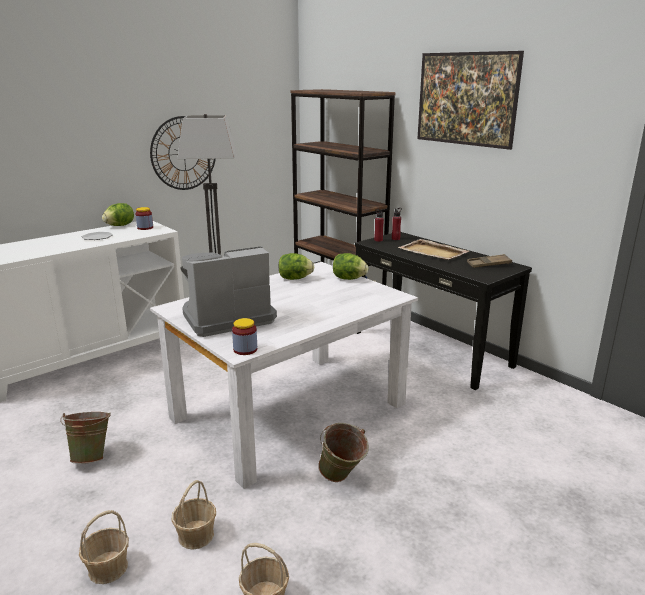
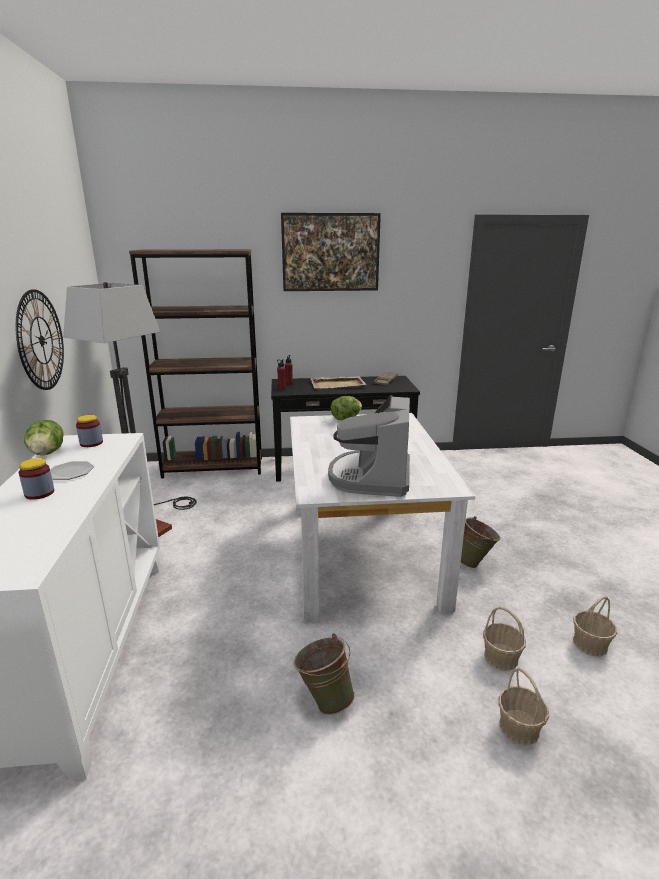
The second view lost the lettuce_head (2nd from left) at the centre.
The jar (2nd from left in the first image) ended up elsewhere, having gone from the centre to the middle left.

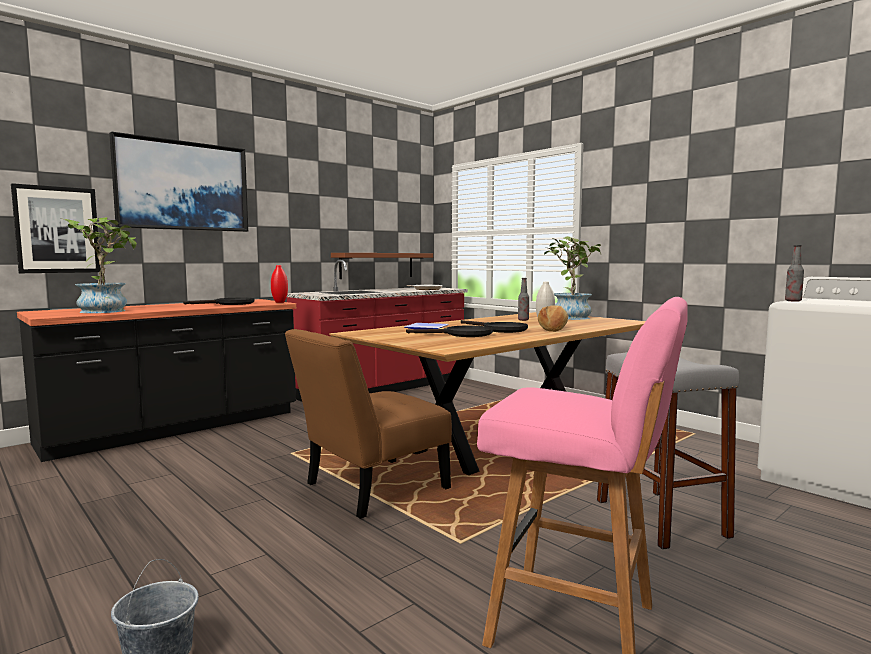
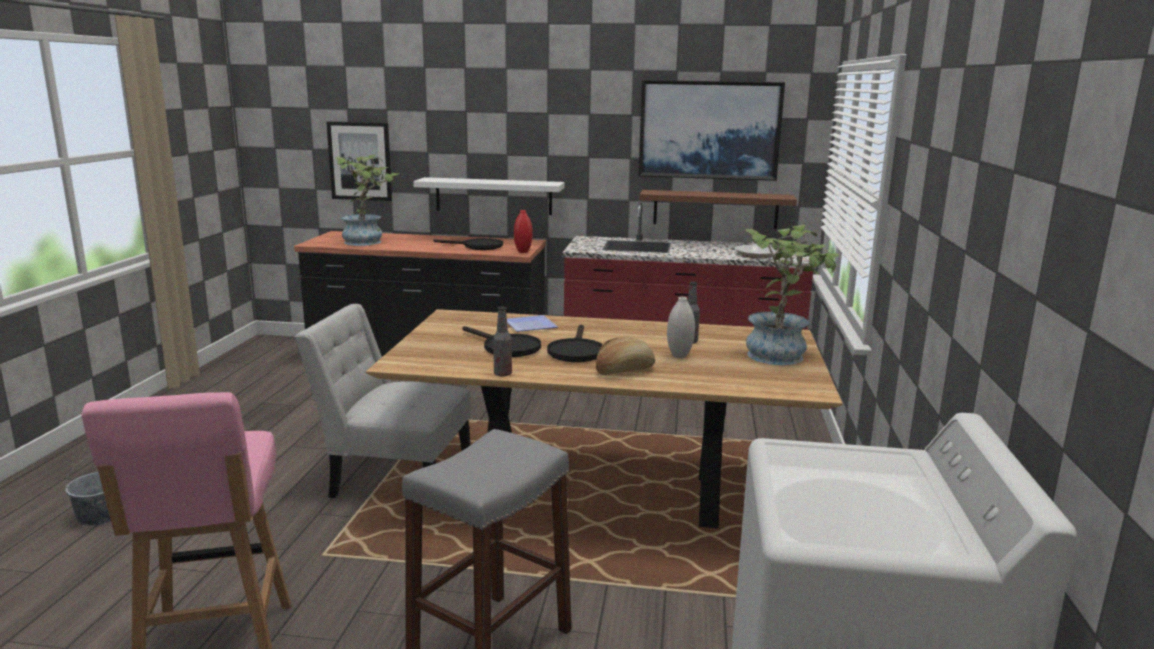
The wall_art (2nd from left) ended up elsewhere, having gone from the top left to the top centre.
The beverage_bottle (2nd from left in the first image) ended up elsewhere, having gone from the middle right to the centre.
What was the brown_plain_chair at the centre turned into the whitish_plain_chair at the middle left.
The second view gained the whitish_wall_shelf at the top centre.

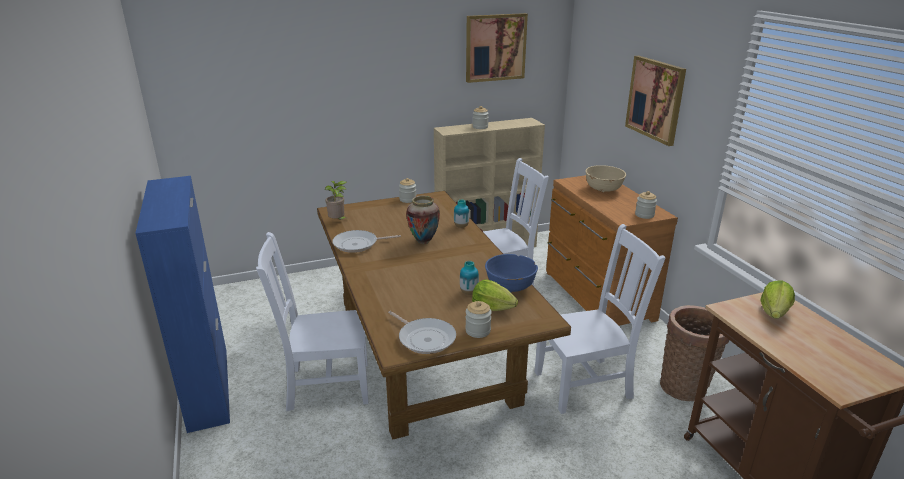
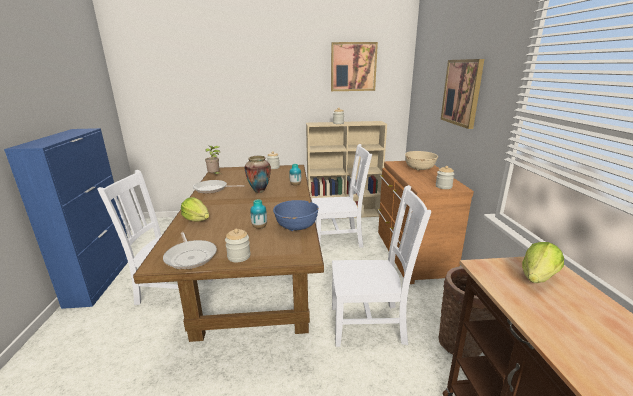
The lettuce_head (1st from left) ended up elsewhere, having gone from the centre to the middle left.

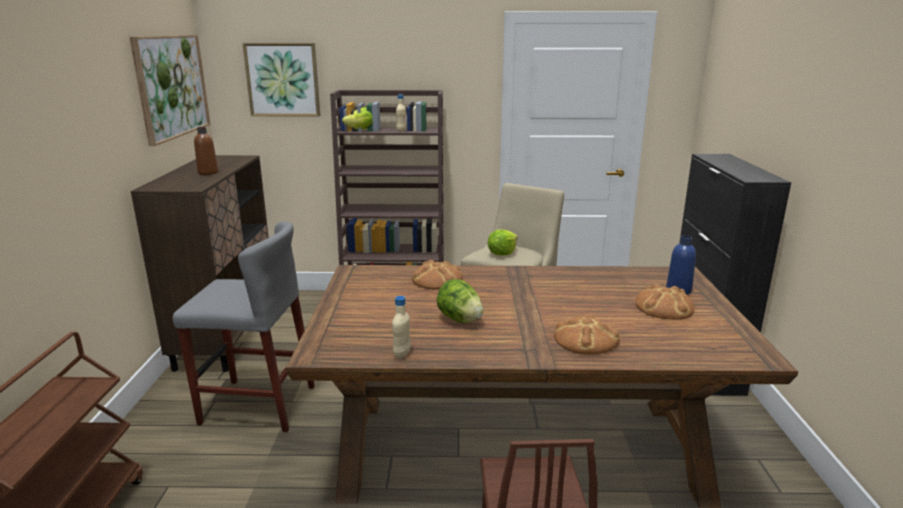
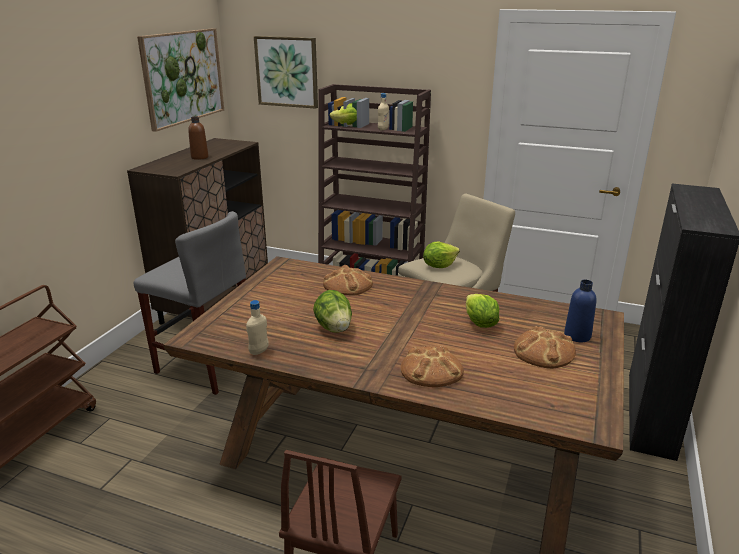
The second view gained the lettuce_head (4th from left) at the centre.

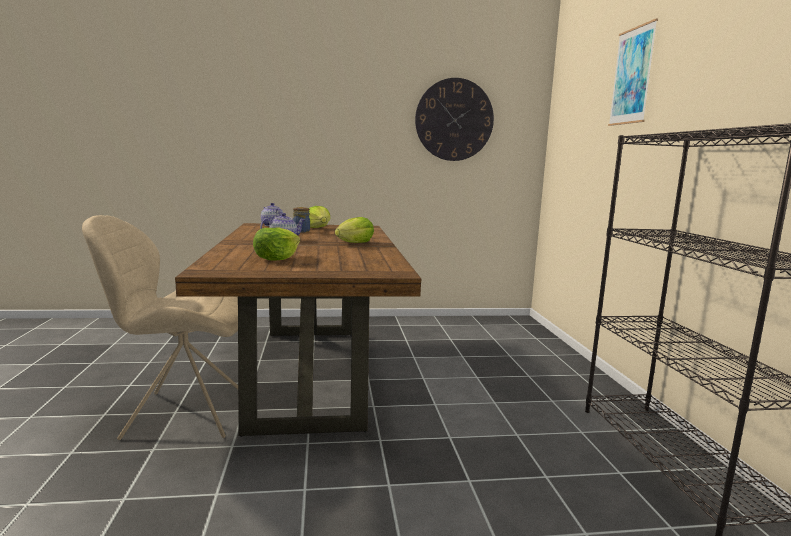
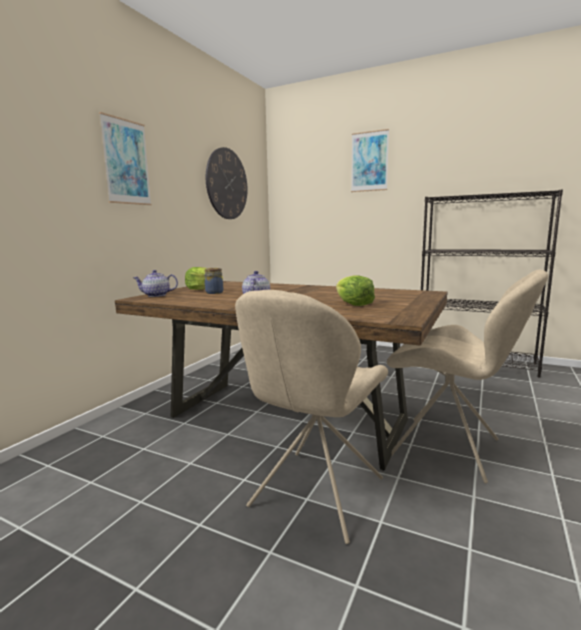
The second view lost the lettuce_head (3rd from left) at the centre.
The second view gained the wall_art (1st from left) at the top left.
The second view gained the beige_plain_chair (2nd from left) at the middle right.

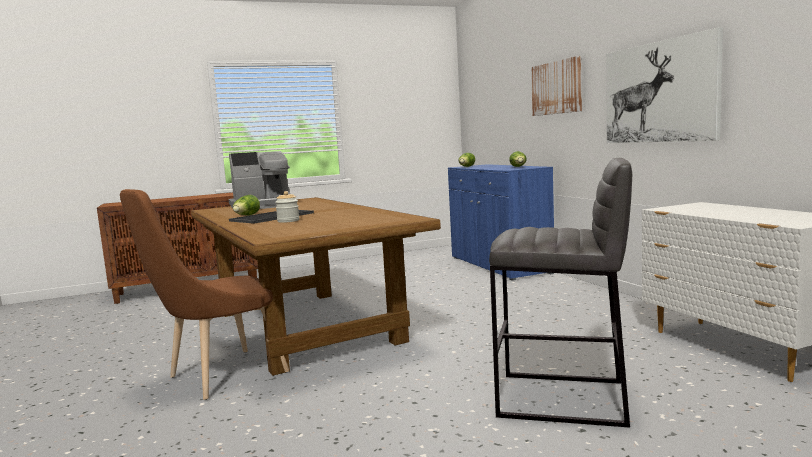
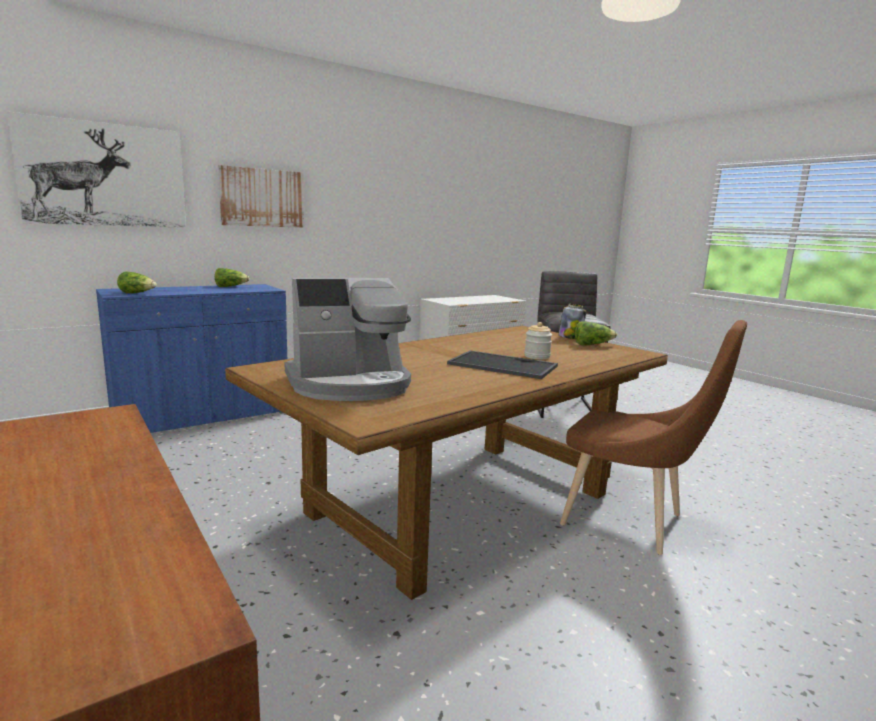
The wall_art (2nd from left in the first image) ended up elsewhere, having gone from the top right to the top left.
The coffee_maker at the middle left ended up facing another way, 105 degrees clockwise from before.
The lettuce_head (1st from left in the first image) ended up elsewhere, having gone from the middle left to the middle right.
The second view gained the jar (2nd from left) at the centre.

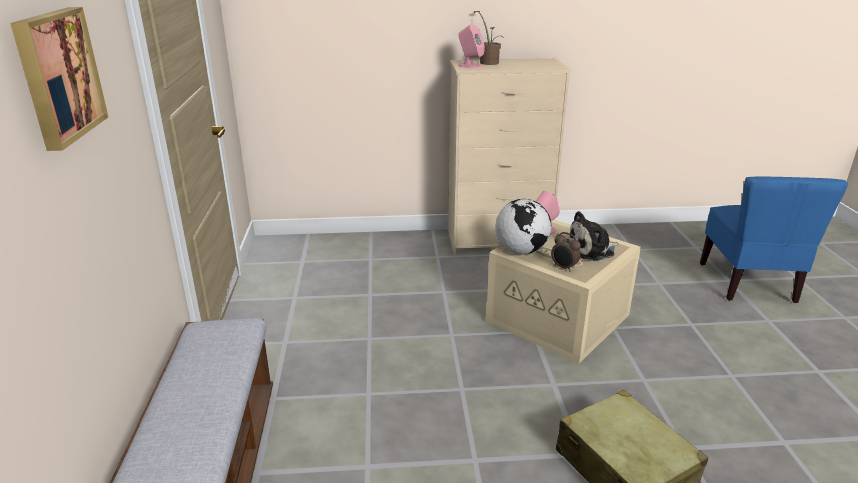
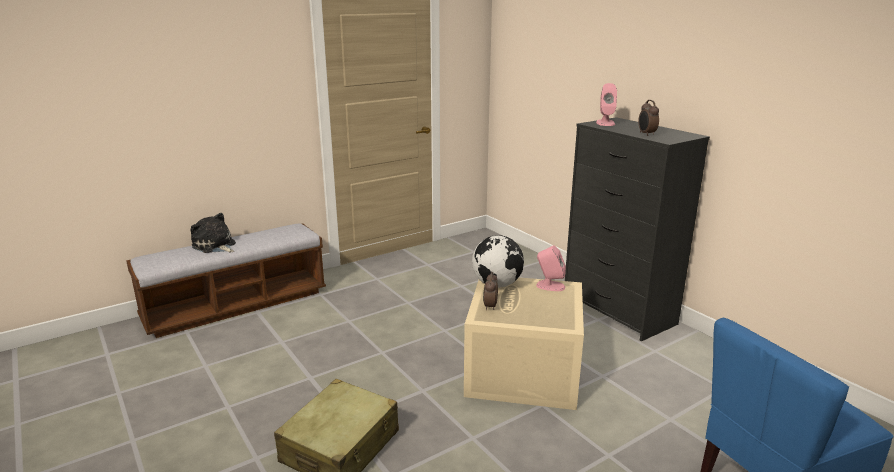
The second view lost the wall_art at the top left.
The second view lost the plant_in_a_pot at the top centre.
What was the beige_drawer_chest at the top centre turned into the blackish_drawer_chest at the middle right.
The cuddly_toy ended up elsewhere, having gone from the middle right to the middle left.
The second view gained the table_clock (2nd from left) at the top right.

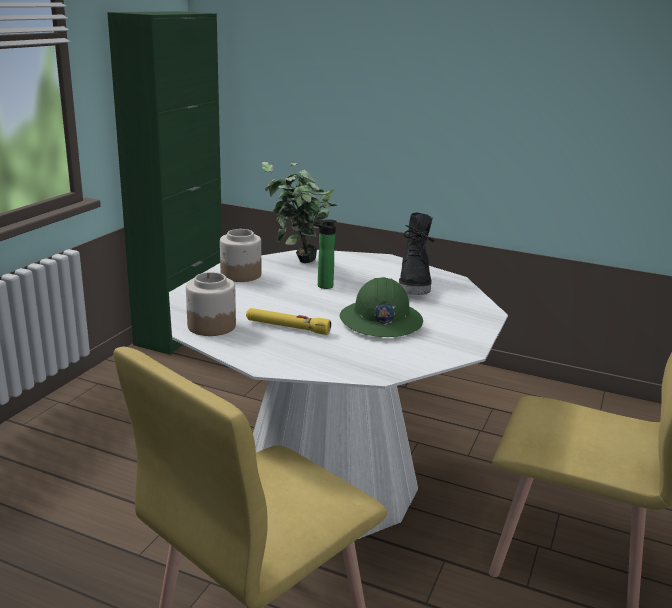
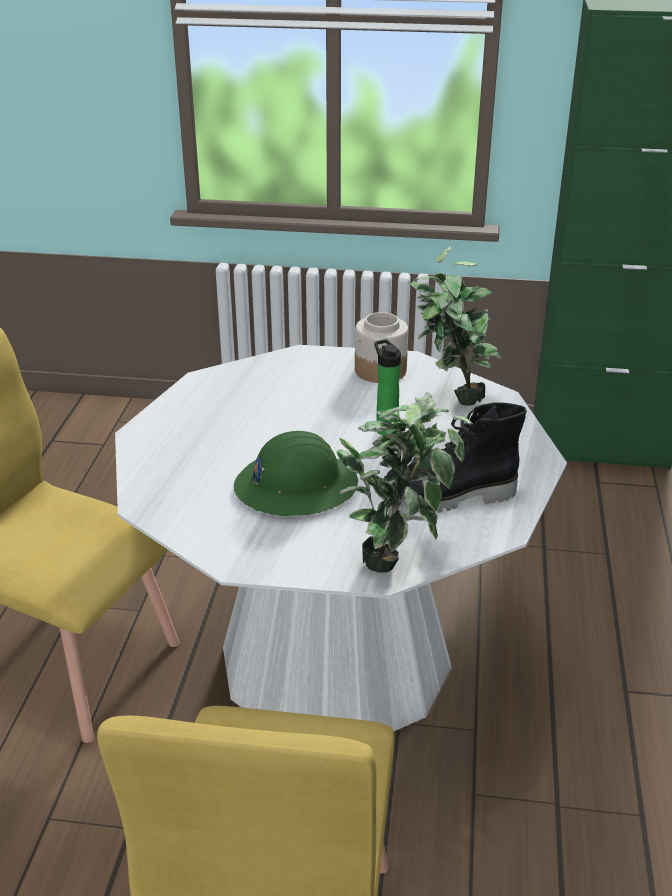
The second view lost the jar (1st from left) at the middle left.
The second view lost the yellow-coloured_torch at the centre.
The second view gained the plant_in_a_pot (1st from left) at the centre.

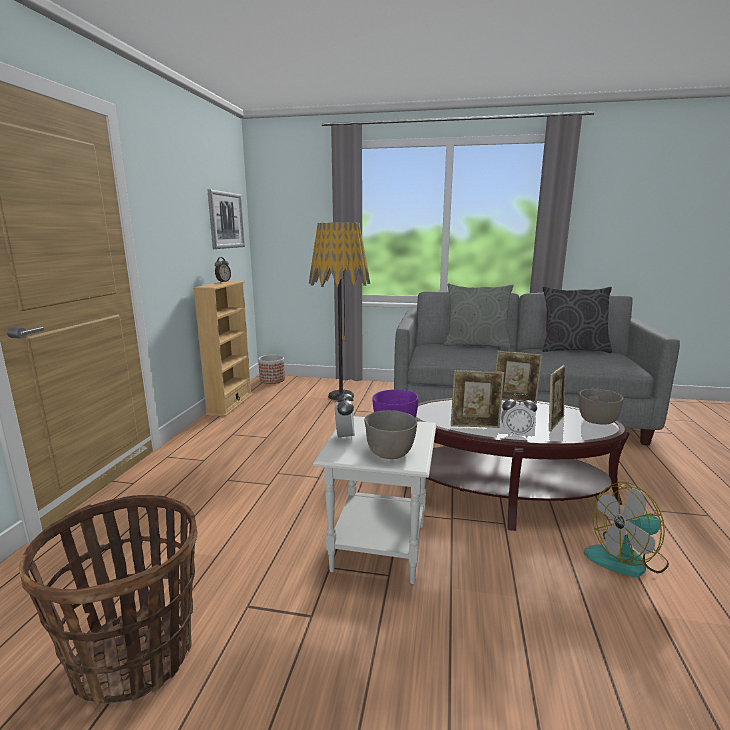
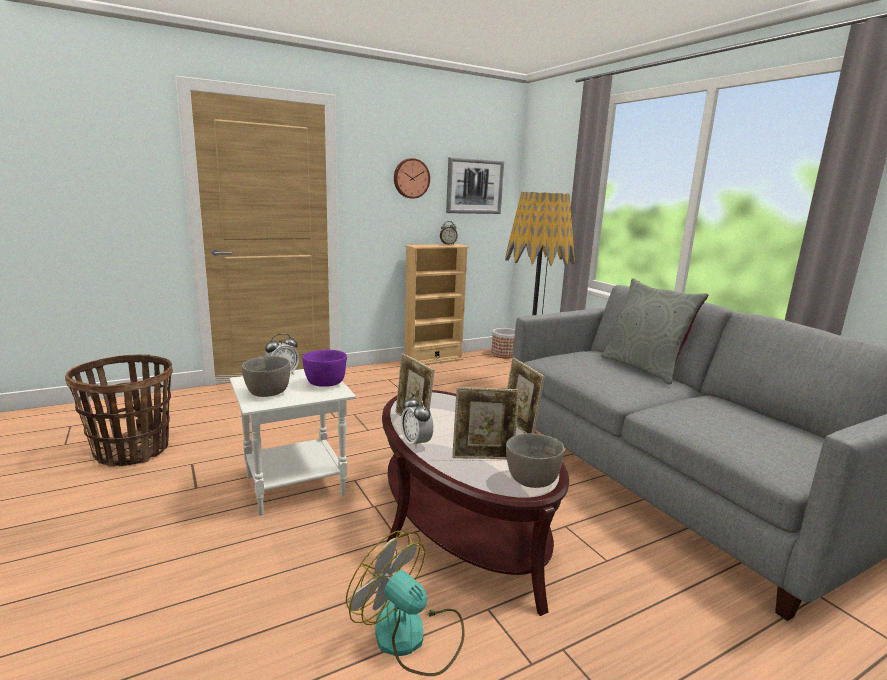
The second view lost the grey_throw_pillow (2nd from left) at the middle right.
The second view gained the hanging_clock at the top centre.

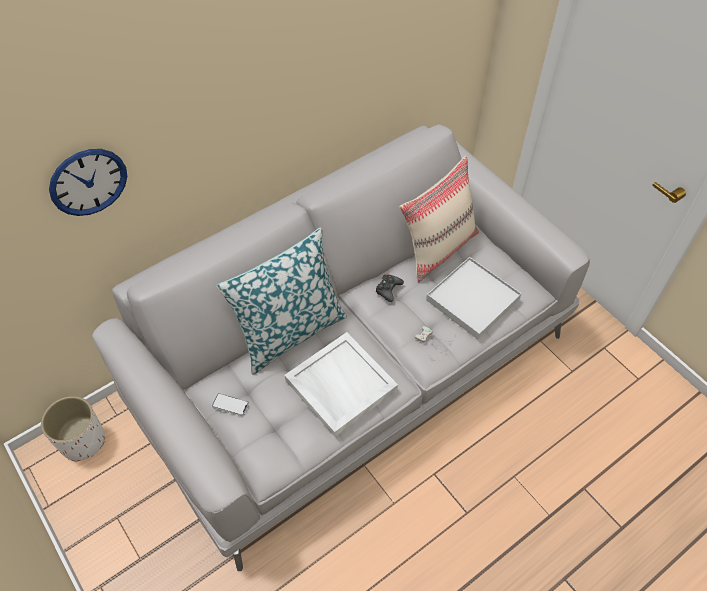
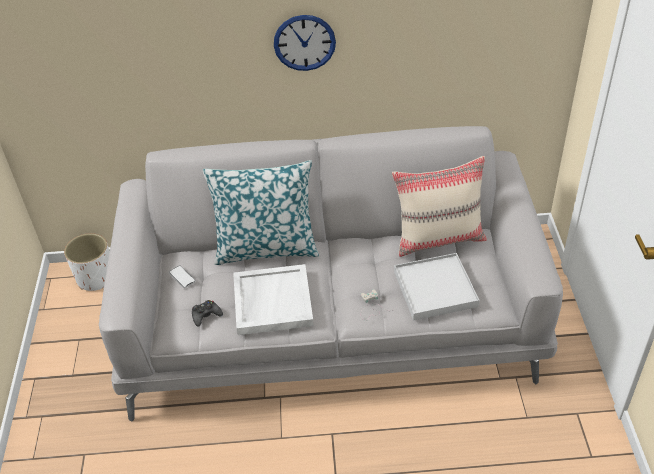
The hanging_clock ended up elsewhere, having gone from the top left to the top centre.
The blackish_joypad ended up elsewhere, having gone from the centre to the middle left.

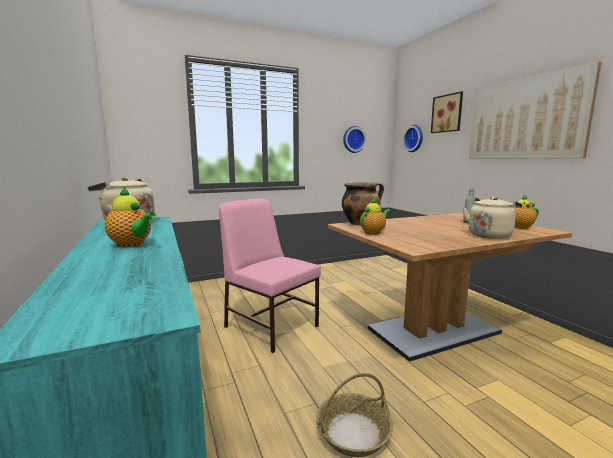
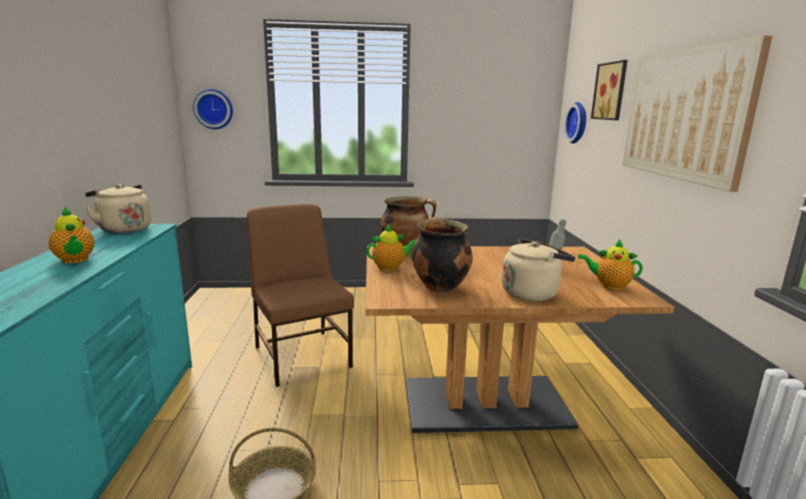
The hanging_clock (1st from left) ended up elsewhere, having gone from the top centre to the top left.
What was the pinkish_plain_chair at the centre turned into the brown_plain_chair at the centre.
The second view gained the cooking_pot (2nd from left) at the centre.

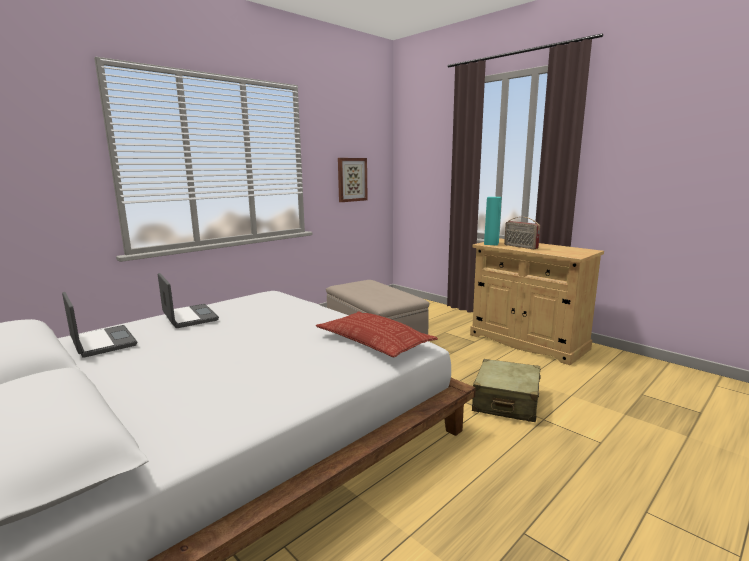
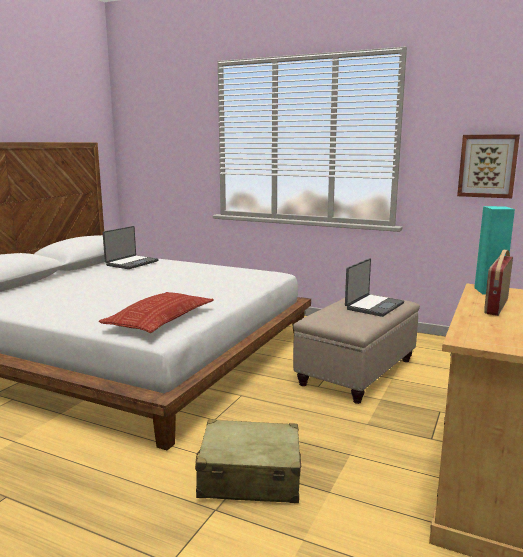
The notebook_computer (2nd from left) ended up elsewhere, having gone from the middle left to the middle right.

